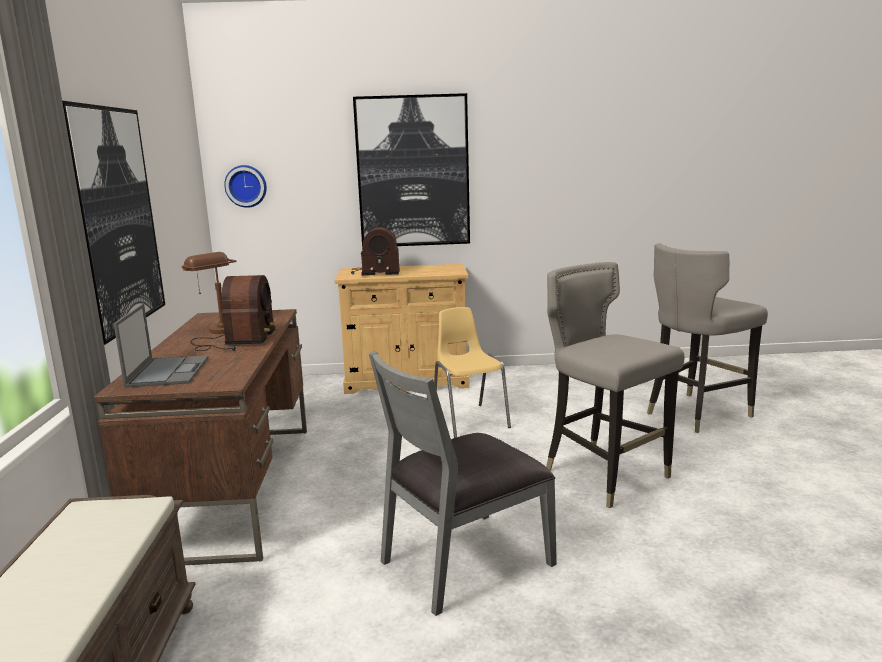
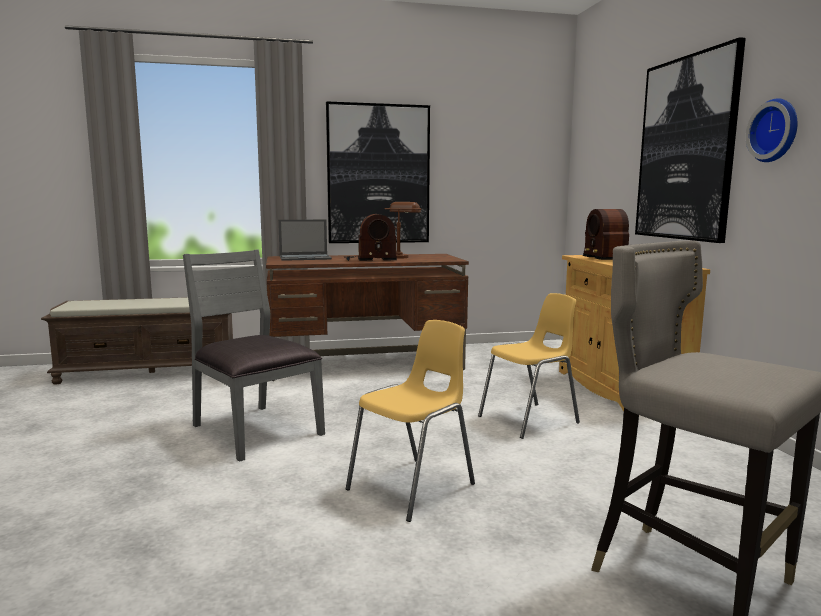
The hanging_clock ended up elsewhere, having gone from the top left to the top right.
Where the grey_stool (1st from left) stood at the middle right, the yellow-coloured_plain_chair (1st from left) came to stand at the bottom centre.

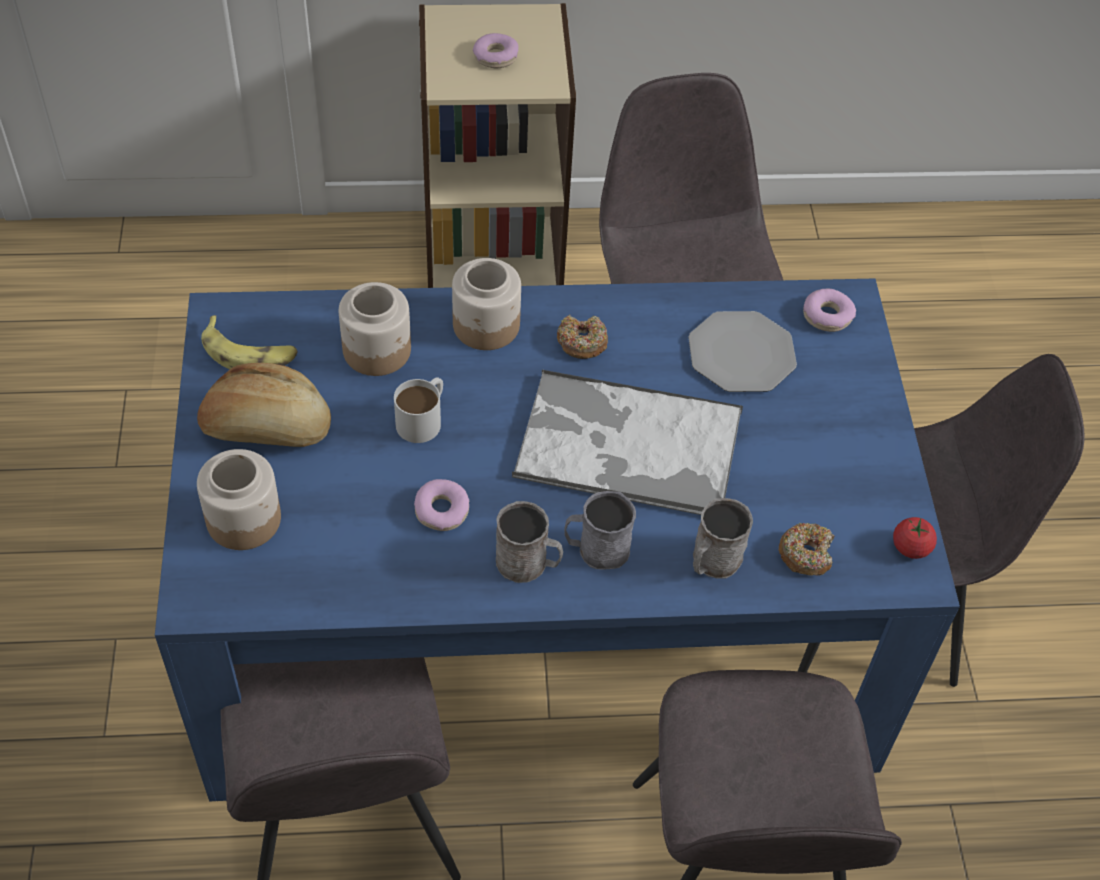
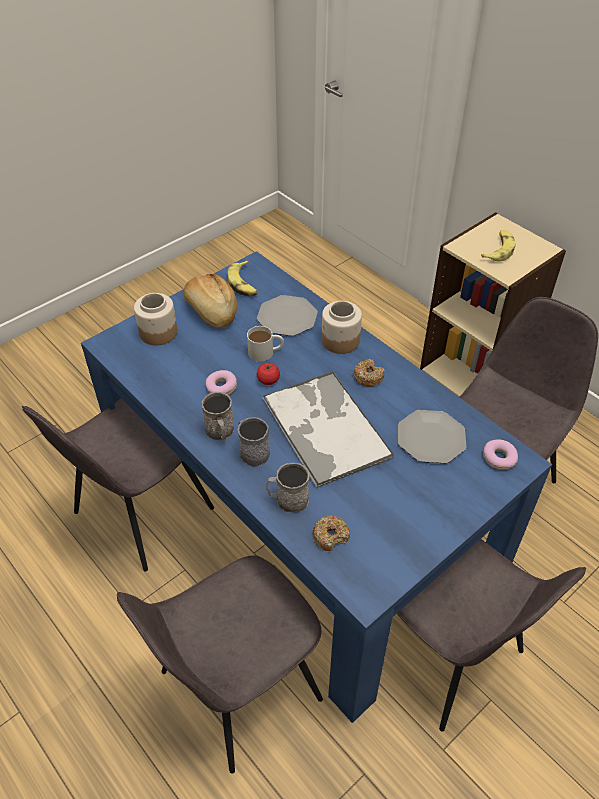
Where the donut (2nd from left) stood at the top centre, the banana (2nd from left) came to stand at the top right.
Where the jar (2nd from left) stood at the centre, the plate (1st from left) came to stand at the centre.
The whole_tomato ended up elsewhere, having gone from the middle right to the centre.

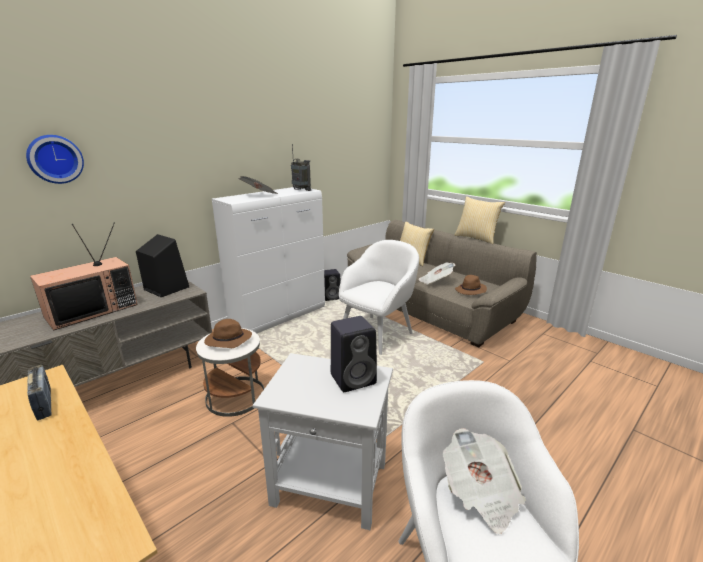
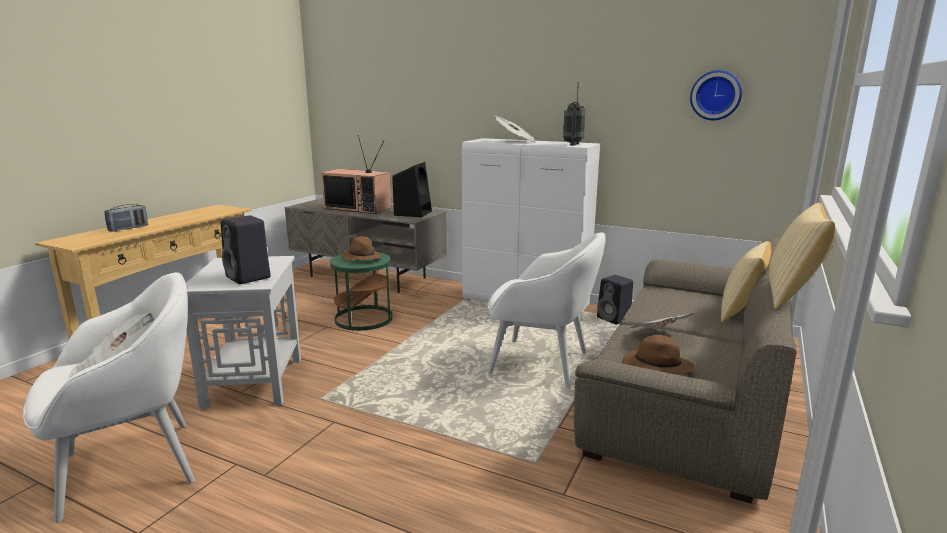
The hanging_clock ended up elsewhere, having gone from the top left to the top right.
What was the whitish_end_table (1st from left) at the middle left turned into the green_end_table at the centre.
The radio (1st from left) ended up elsewhere, having gone from the bottom left to the middle left.

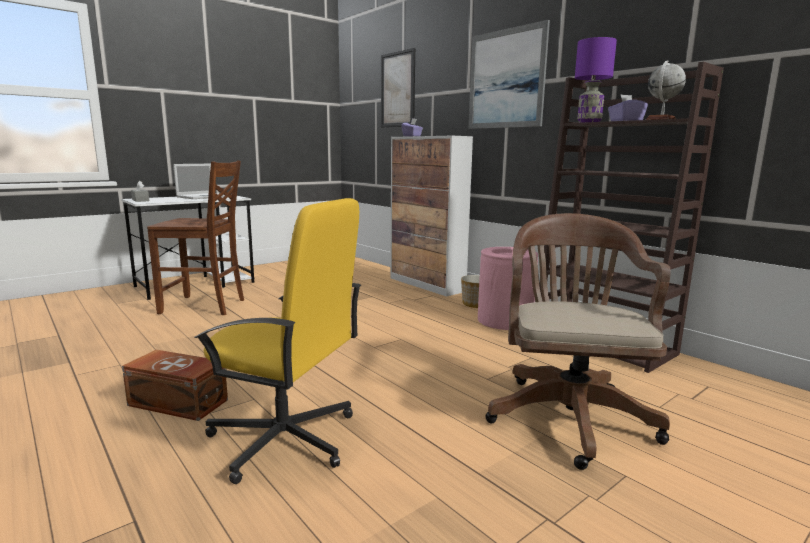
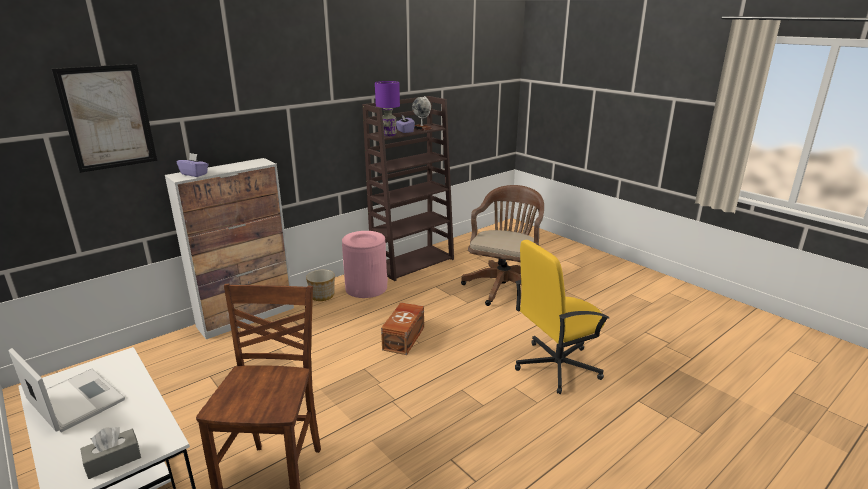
The second view lost the wall_art (2nd from left) at the top centre.
The yellow-coloured_desk_chair at the centre ended up facing another way, 135 degrees counterclockwise from before.
The brown_desk_chair at the middle right ended up facing another way, 105 degrees clockwise from before.
The brown_storage_container ended up elsewhere, having gone from the bottom left to the bottom centre.

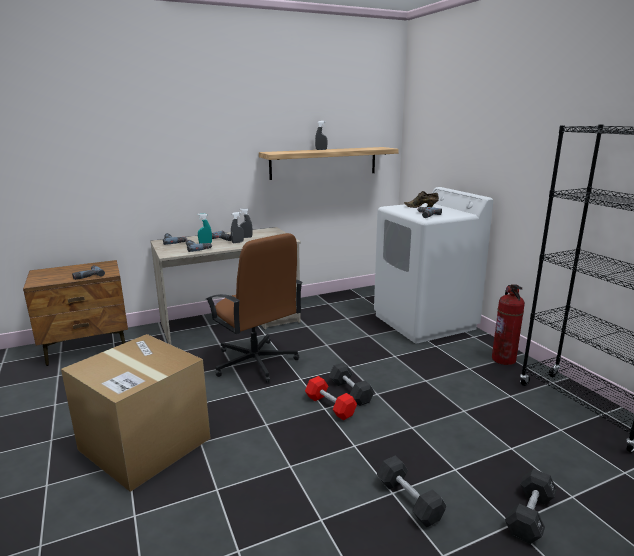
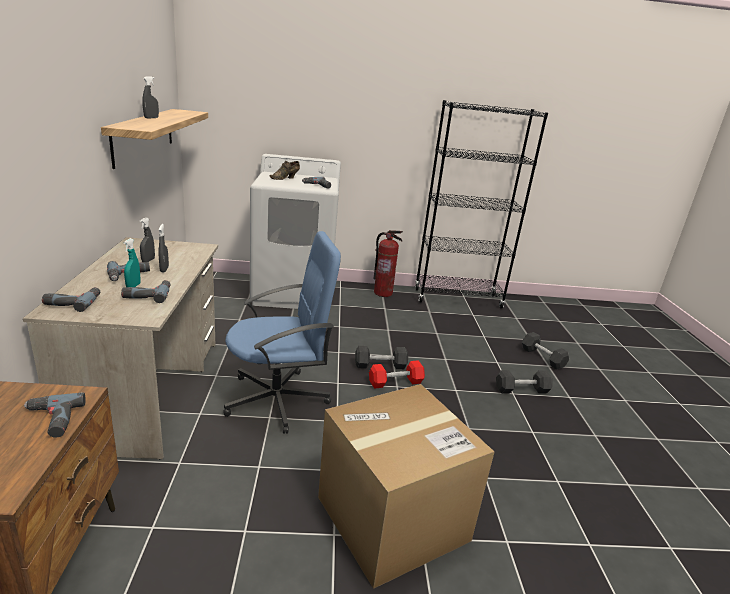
What was the brown_desk_chair at the centre turned into the blue_desk_chair at the centre.

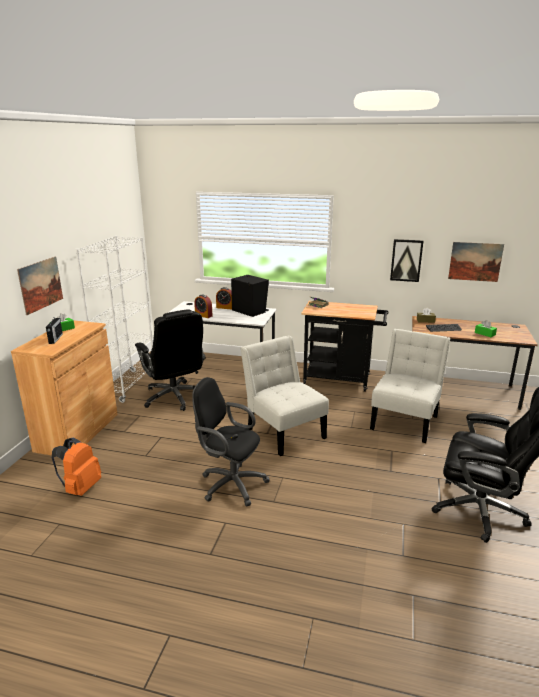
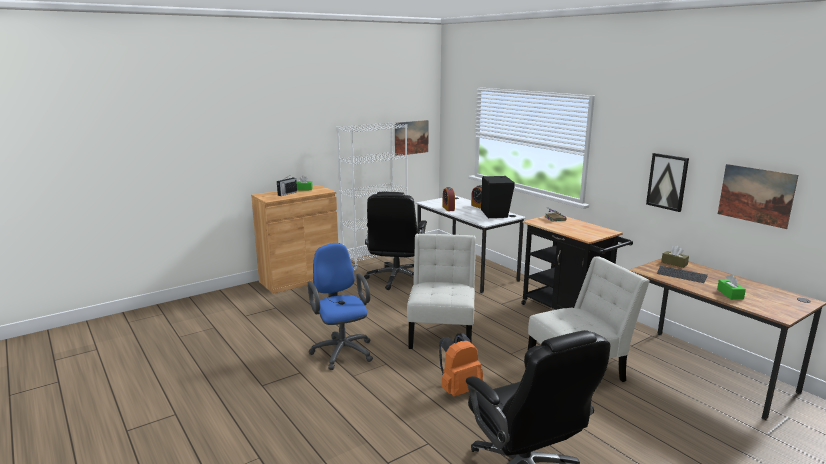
The wall_art (1st from left) ended up elsewhere, having gone from the middle left to the top centre.
What was the blackish_desk_chair (2nd from left) at the centre turned into the blue_desk_chair at the centre.
The orange_knapsack ended up elsewhere, having gone from the bottom left to the bottom centre.

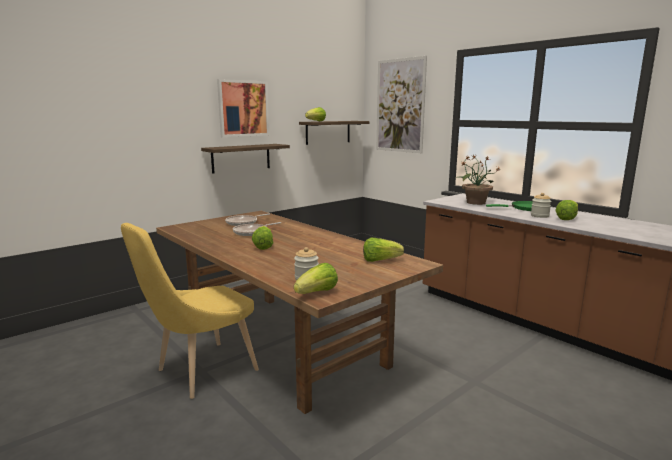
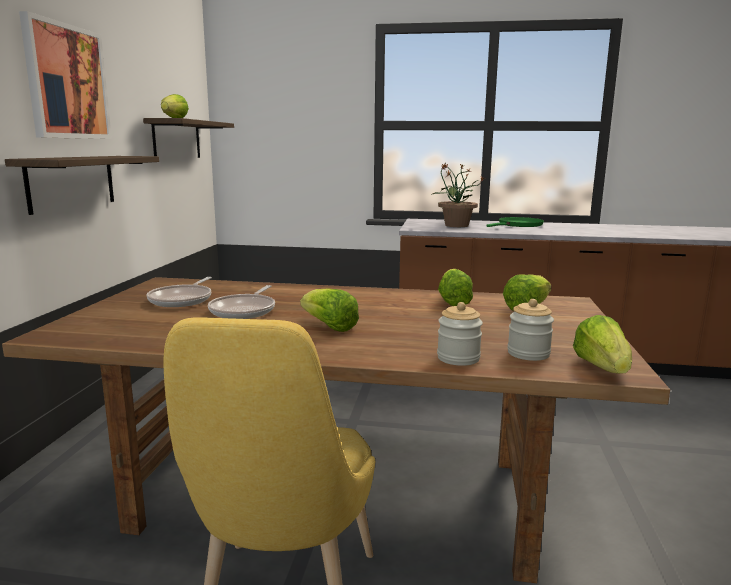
The second view lost the wall_art (2nd from left) at the top centre.
The jar (2nd from left in the first image) ended up elsewhere, having gone from the middle right to the centre.
The lettuce_head (5th from left in the first image) ended up elsewhere, having gone from the middle right to the centre.

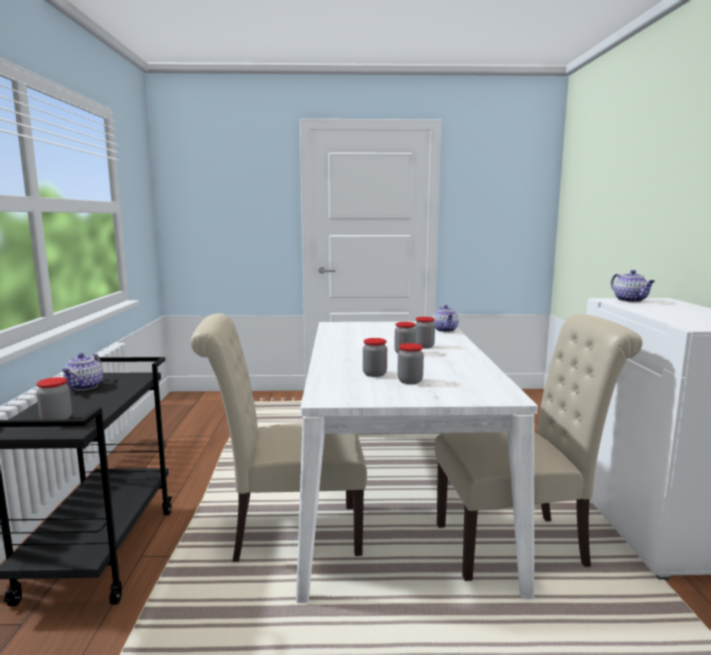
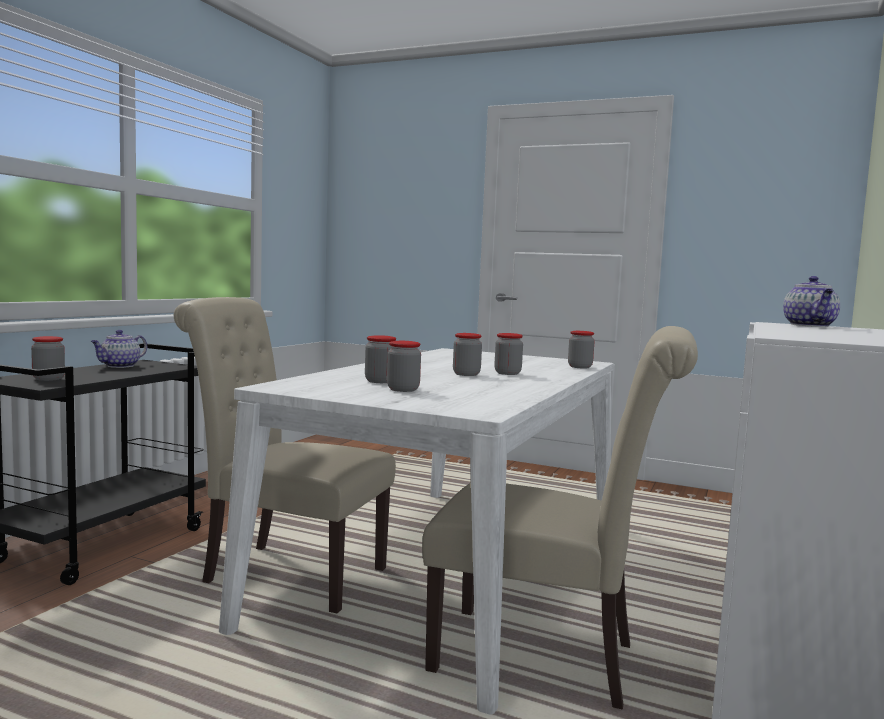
Where the teapot (2nd from left) stood at the centre, the jar (6th from left) came to stand at the centre.

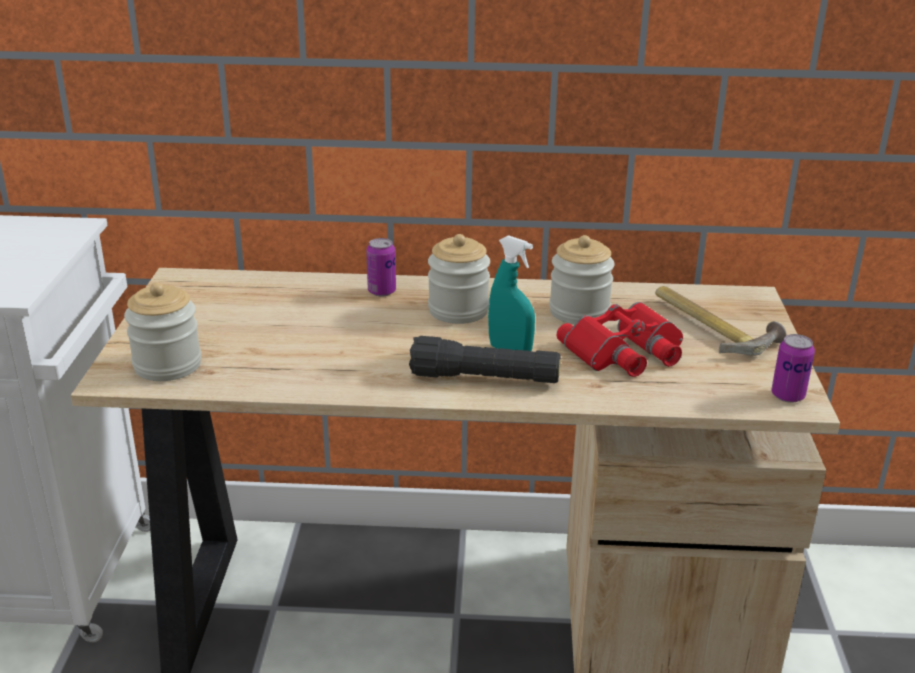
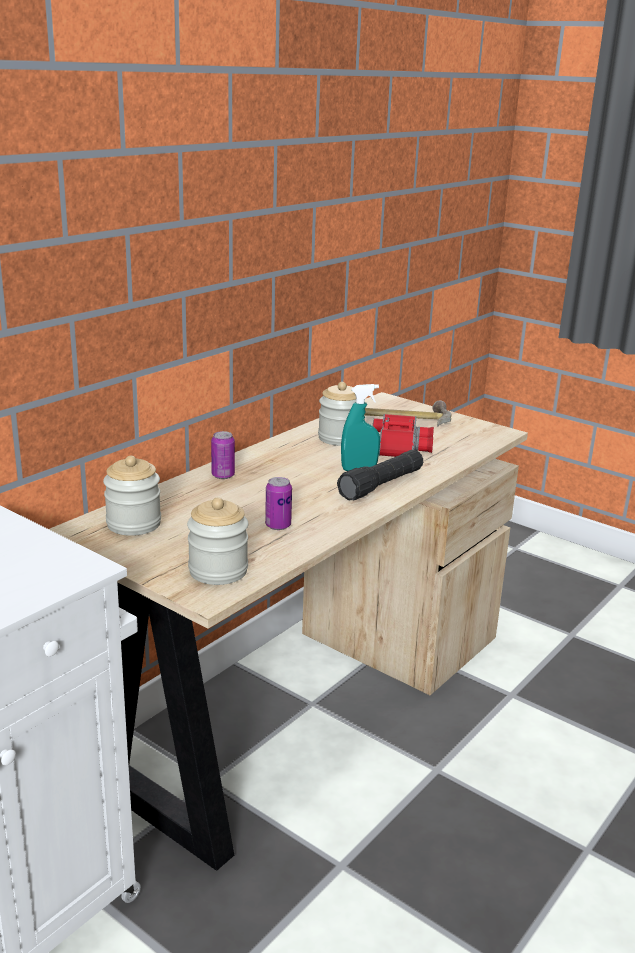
The jar (2nd from left in the first image) ended up elsewhere, having gone from the centre to the middle left.
The sealed_can (2nd from left) ended up elsewhere, having gone from the middle right to the centre.

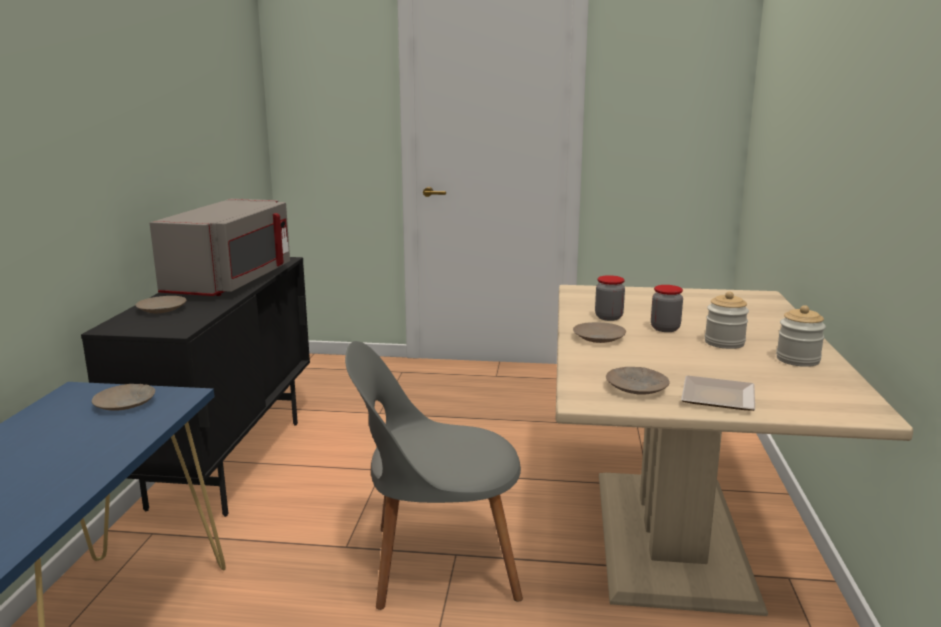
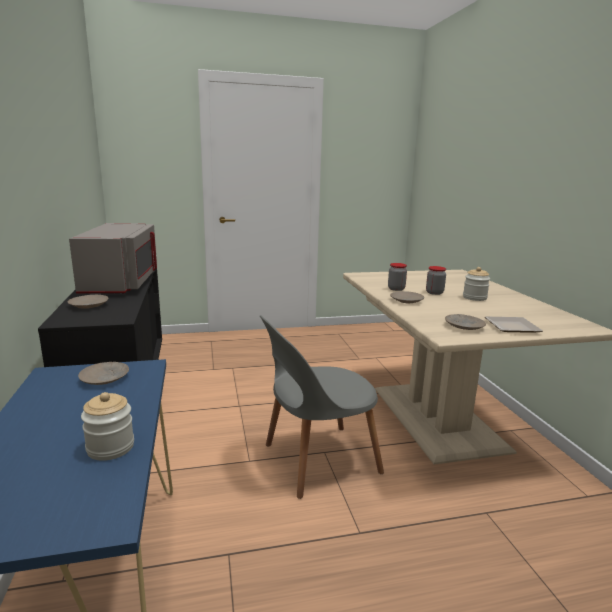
The jar (4th from left in the first image) ended up elsewhere, having gone from the middle right to the bottom left.

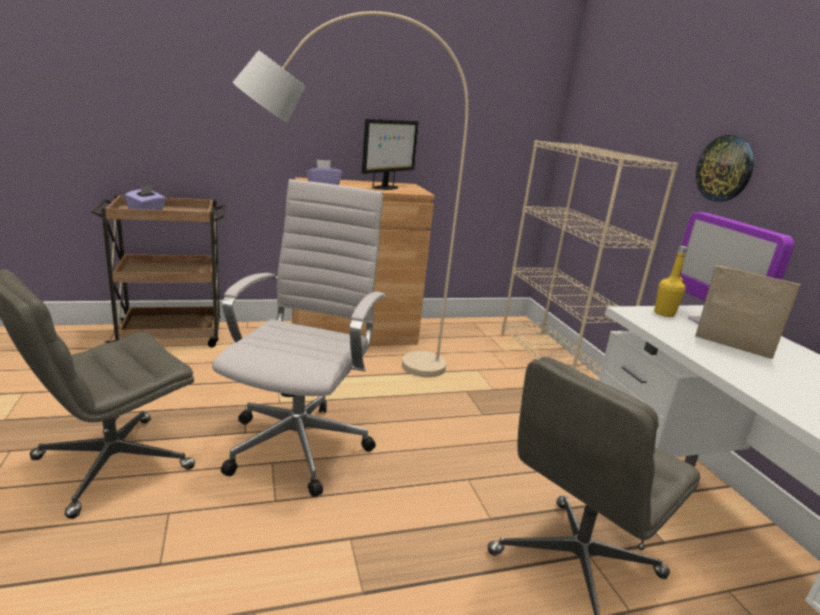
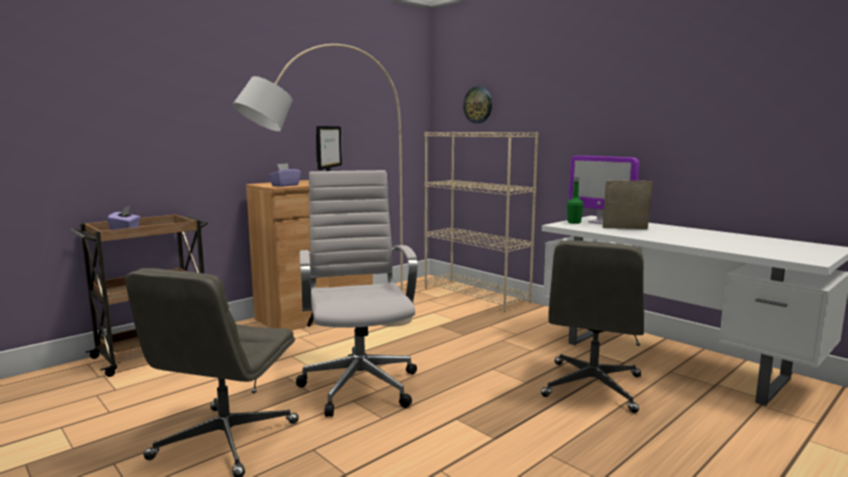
The hanging_clock ended up elsewhere, having gone from the top right to the top centre.
What was the yellow-coloured_beverage_bottle at the middle right turned into the green_beverage_bottle at the middle right.

